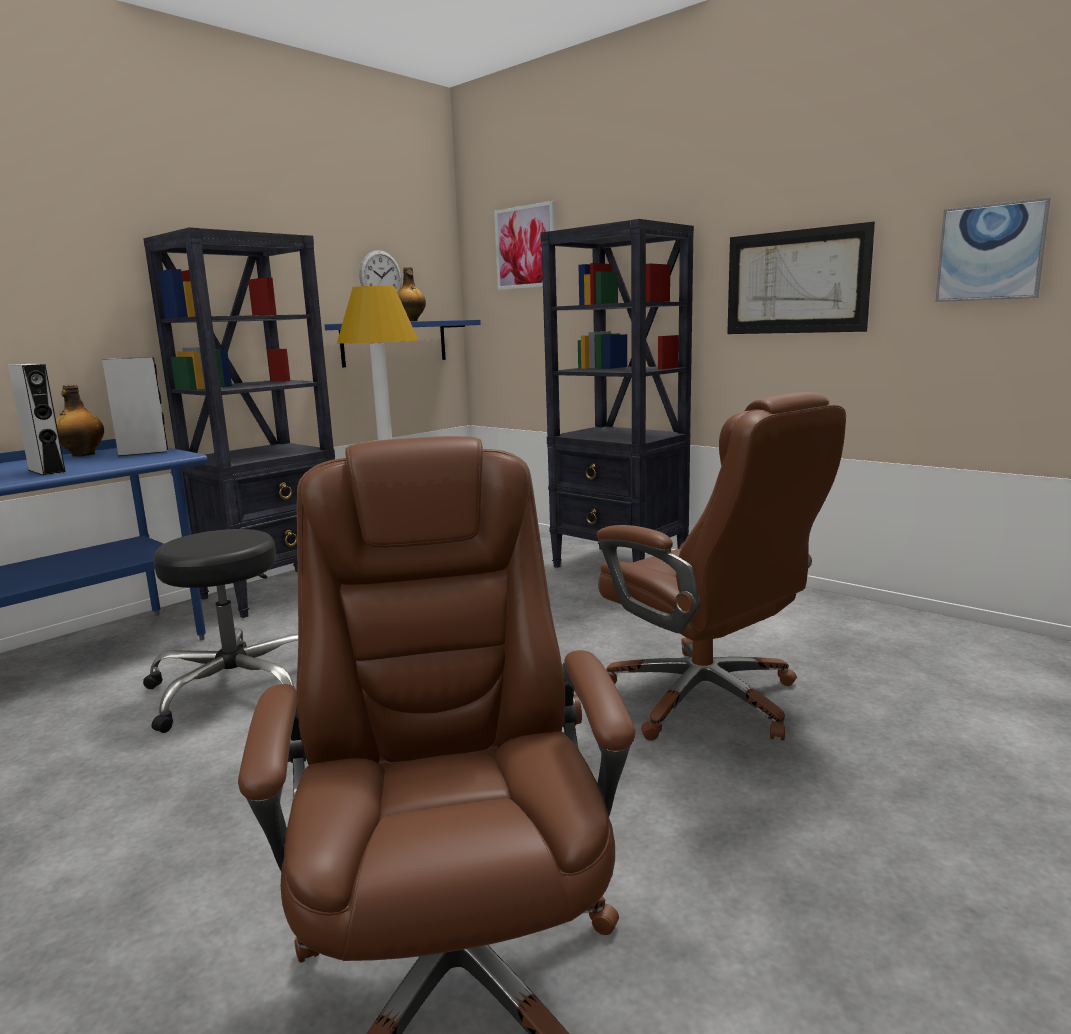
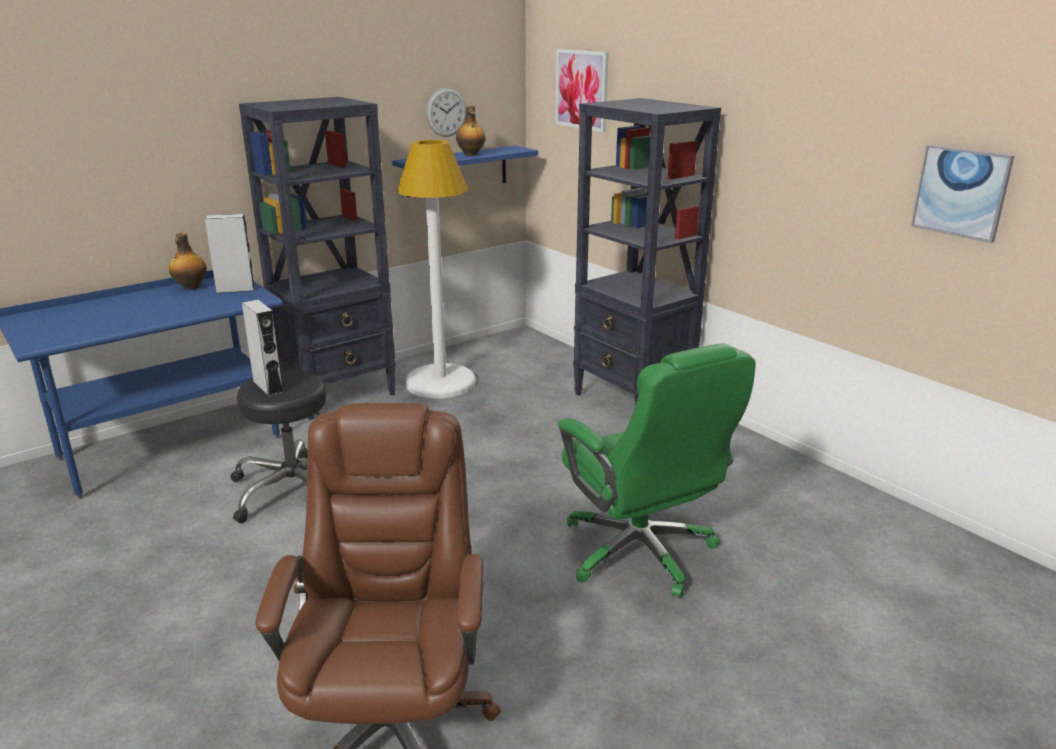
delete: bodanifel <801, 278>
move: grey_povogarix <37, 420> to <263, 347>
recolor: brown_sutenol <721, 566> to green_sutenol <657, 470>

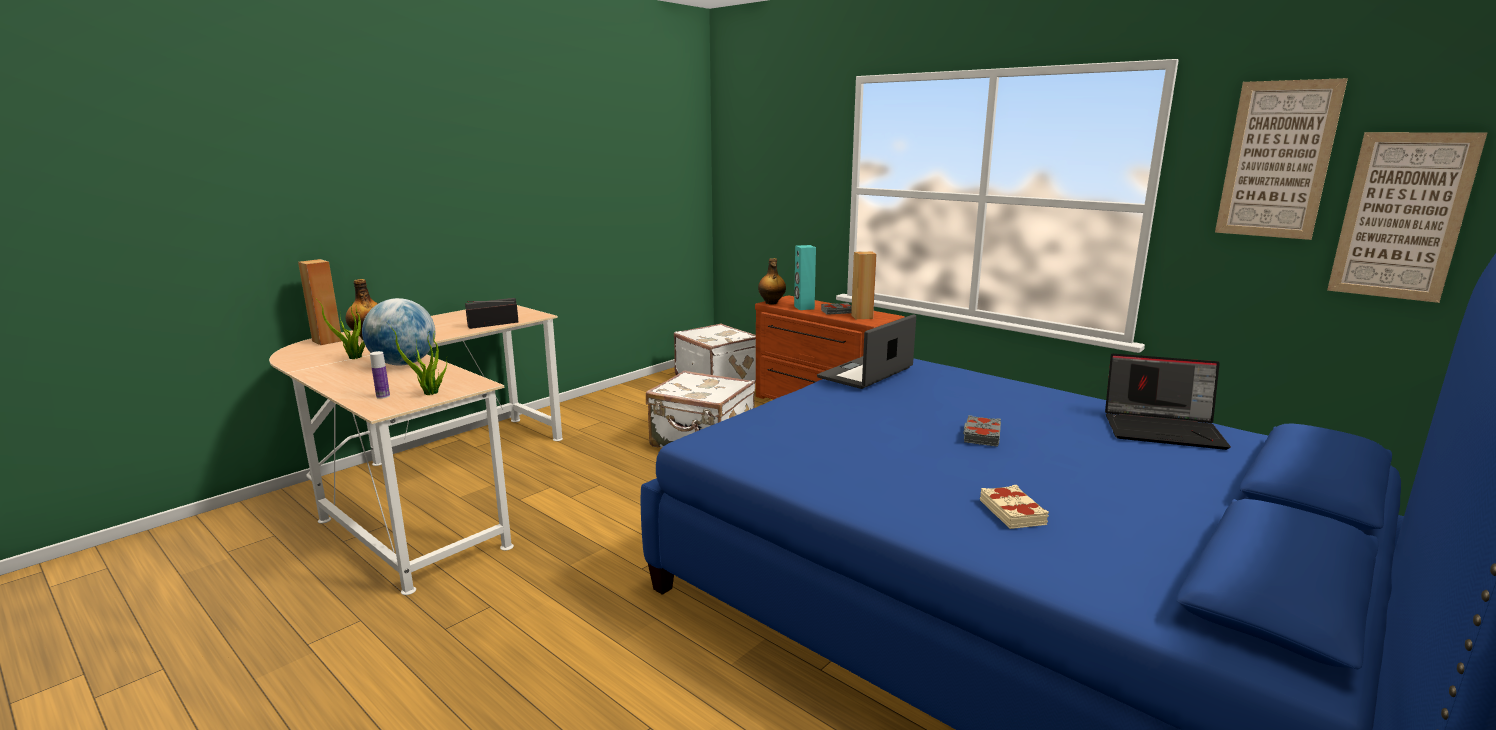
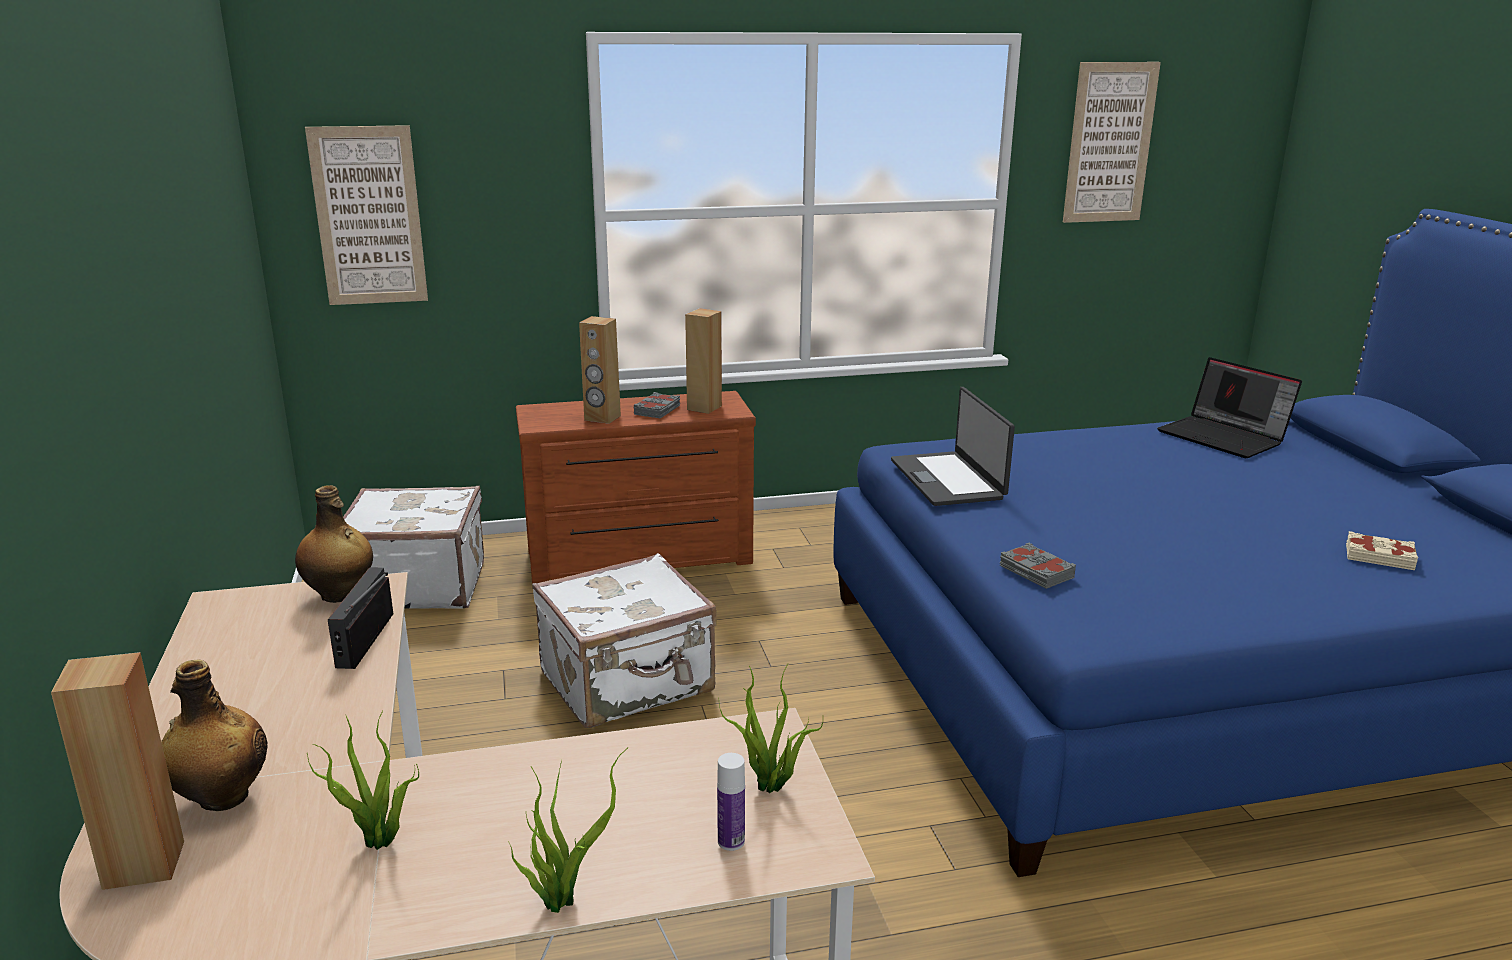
delete: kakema <398, 331>
insert: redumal <568, 830>
move: bodanifel <1407, 217> to <366, 215>; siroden <772, 281> to <334, 544>; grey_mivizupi <982, 431> to <1038, 566>
recolor: turquoise_povogarix <805, 277> to brown_povogarix <600, 370>
rotate: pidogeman <1168, 402> = <1229, 407> 90 degrees clockwise

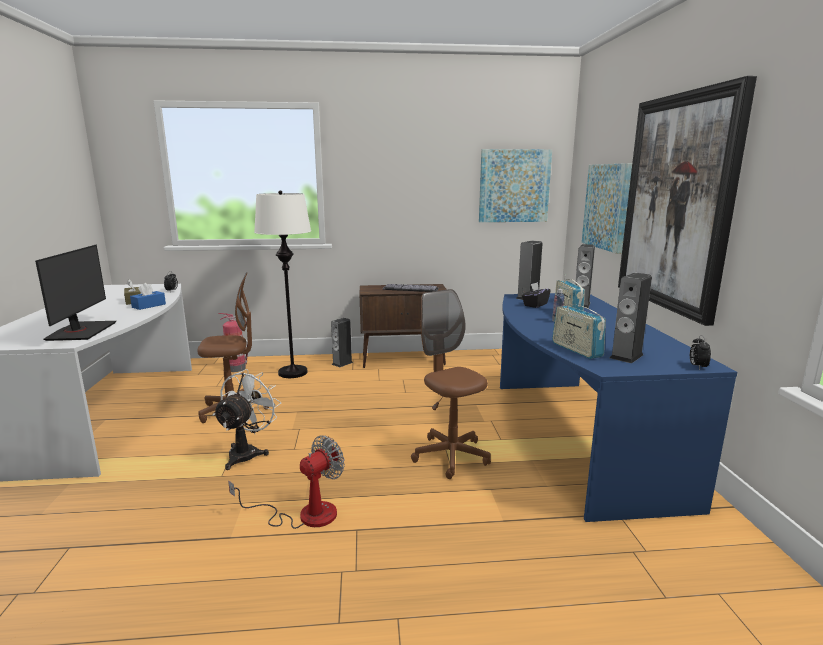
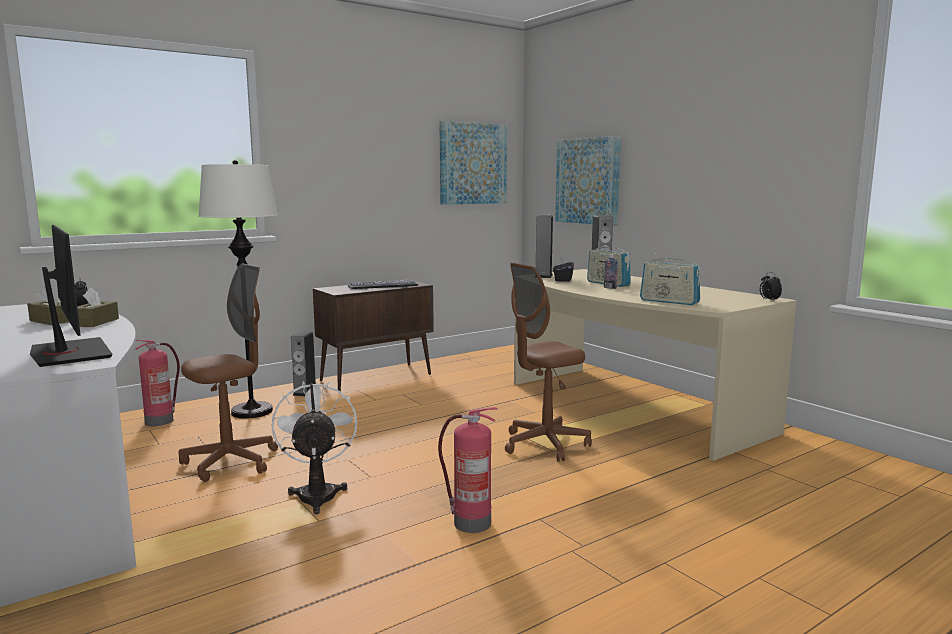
delete: bodanifel <687, 201>; povogarix <631, 318>
replace: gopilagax <286, 482> to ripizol <467, 470>
recolor: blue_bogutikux <148, 296> to brown_bogutikux <98, 307>; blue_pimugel <618, 407> to beige_pimugel <655, 365>
rotate: brown_sutenol <451, 384> = <548, 362> 60 degrees counterclockwise

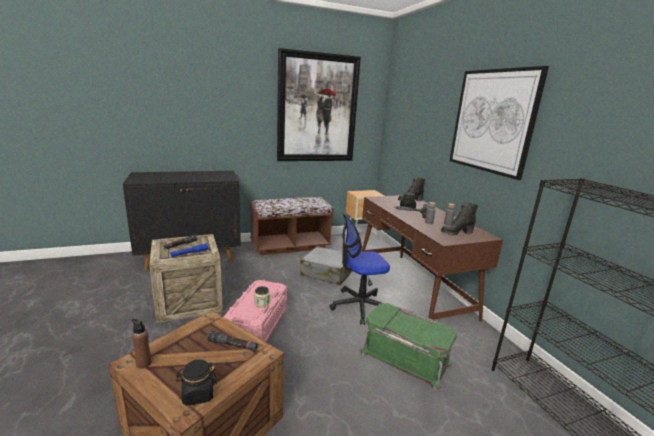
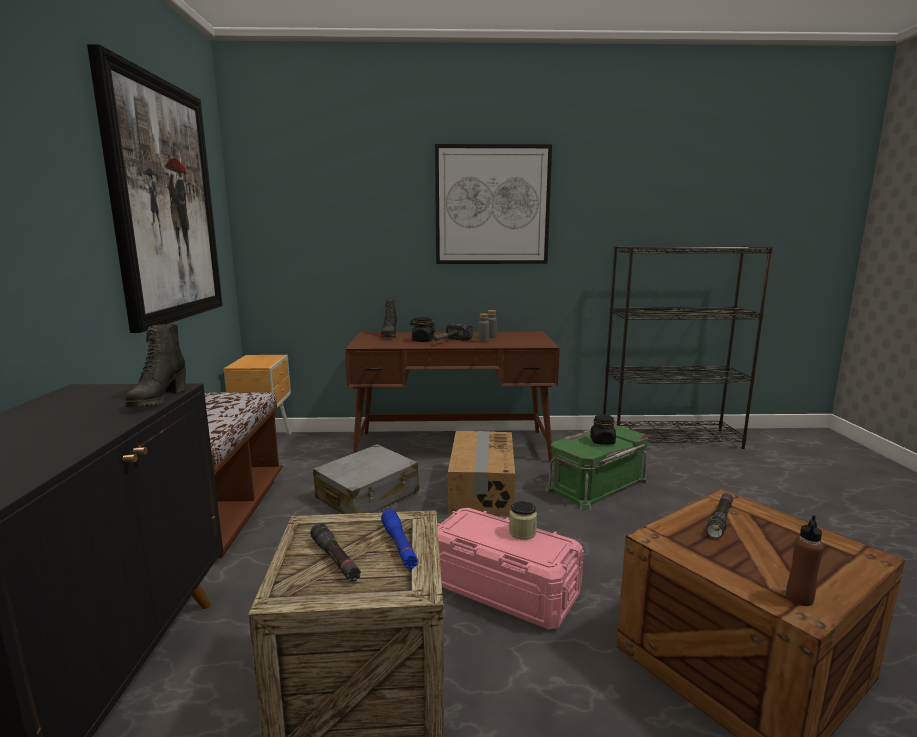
move: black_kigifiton <459, 219> to <155, 365>; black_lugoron <196, 382> to <603, 429>
replace: sutenol <360, 268> to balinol <481, 473>

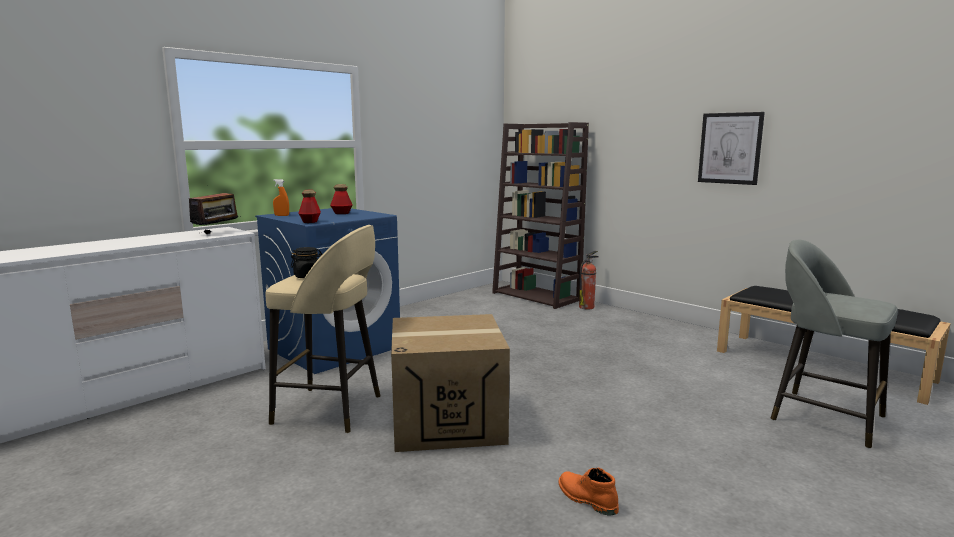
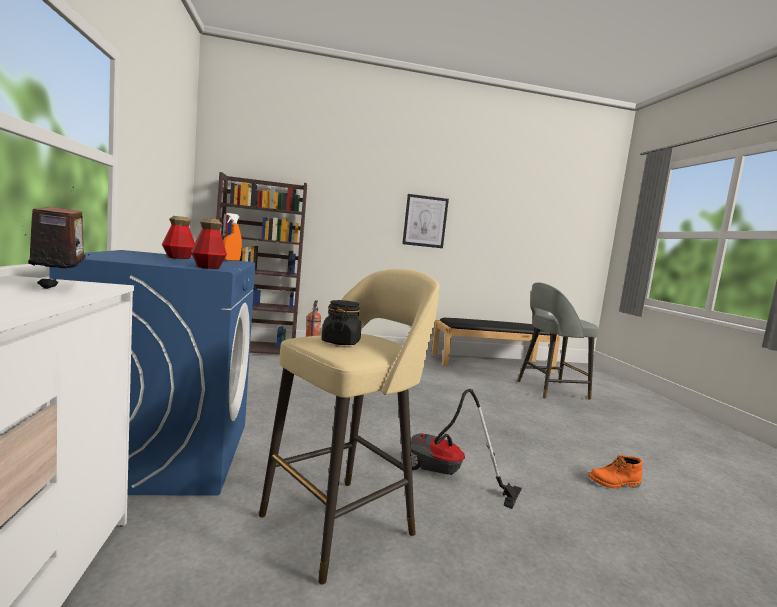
move: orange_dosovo <281, 197> to <232, 237>
replace: balinol <450, 383> to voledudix <461, 449>

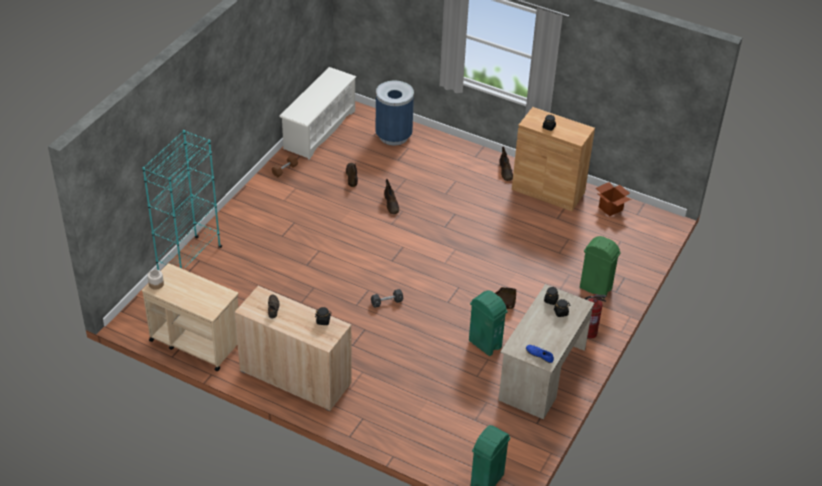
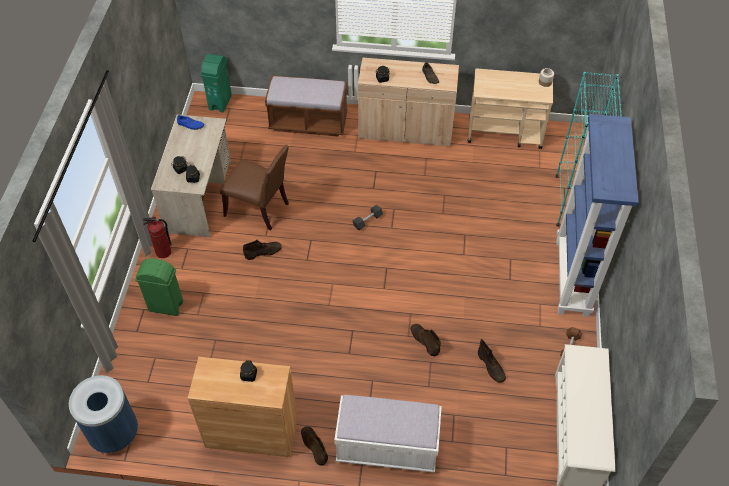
delete: balinol <613, 199>
insert: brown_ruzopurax <306, 106>; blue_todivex <597, 215>; white_ruzopurax <388, 434>
move: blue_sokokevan <394, 113> to <103, 414>
replace: green_sokokevan <488, 323> to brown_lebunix <254, 188>

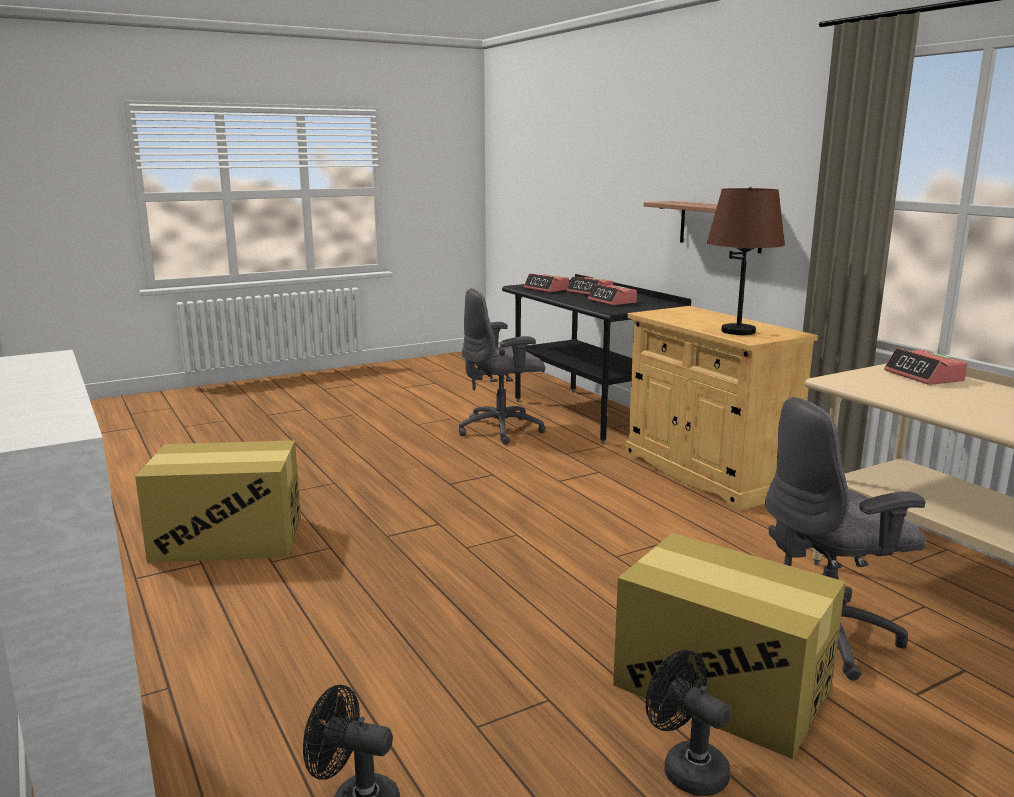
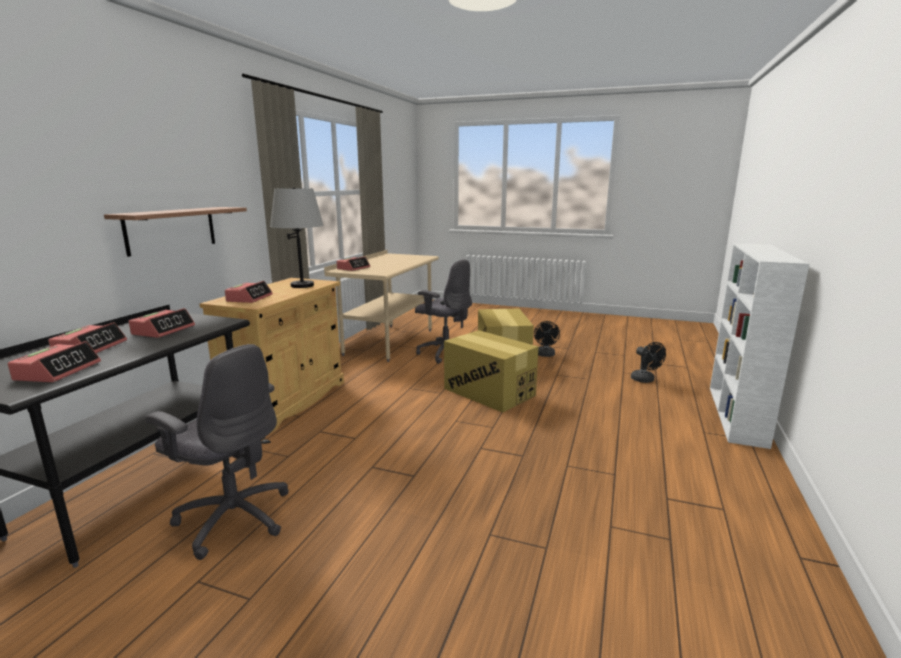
insert: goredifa <249, 292>
move: balinol <218, 501> to <491, 371>
recolor: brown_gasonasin <746, 261> to grey_gasonasin <297, 237>

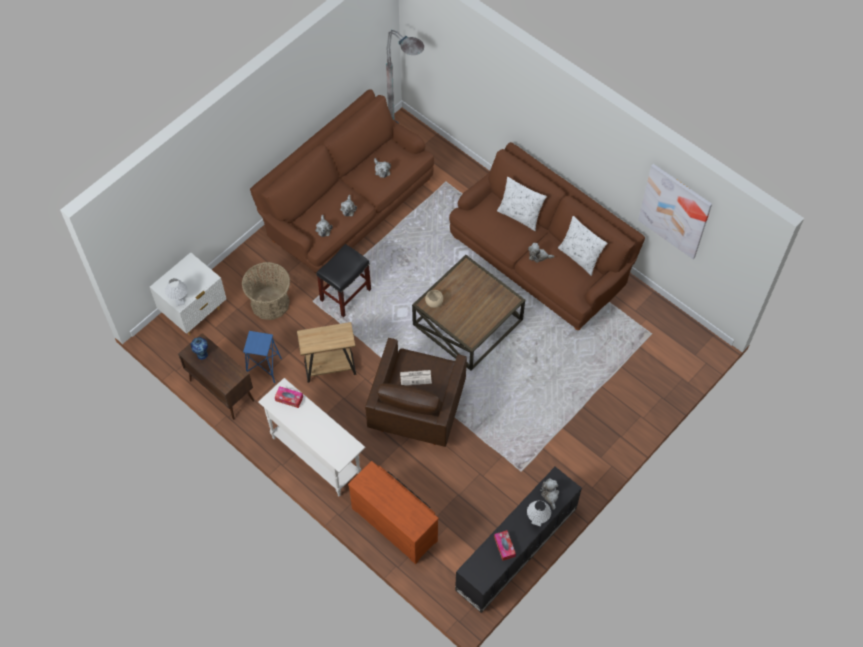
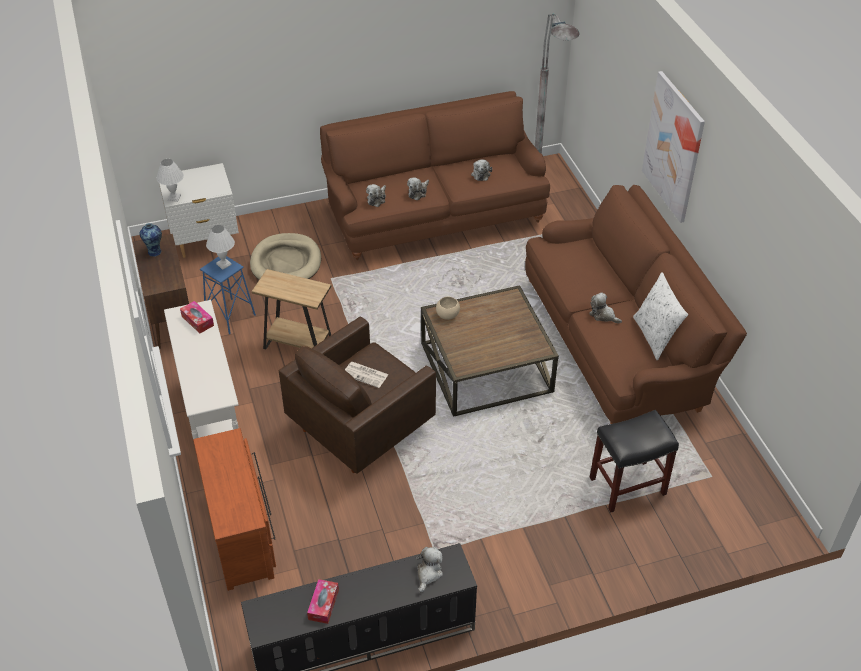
delete: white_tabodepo <522, 204>
move: bodanifel <675, 211> to <673, 147>; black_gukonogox <343, 280> to <634, 461>; white_gasonasin <539, 514> to <220, 247>
replace: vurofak <266, 291> to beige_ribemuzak <285, 256>

